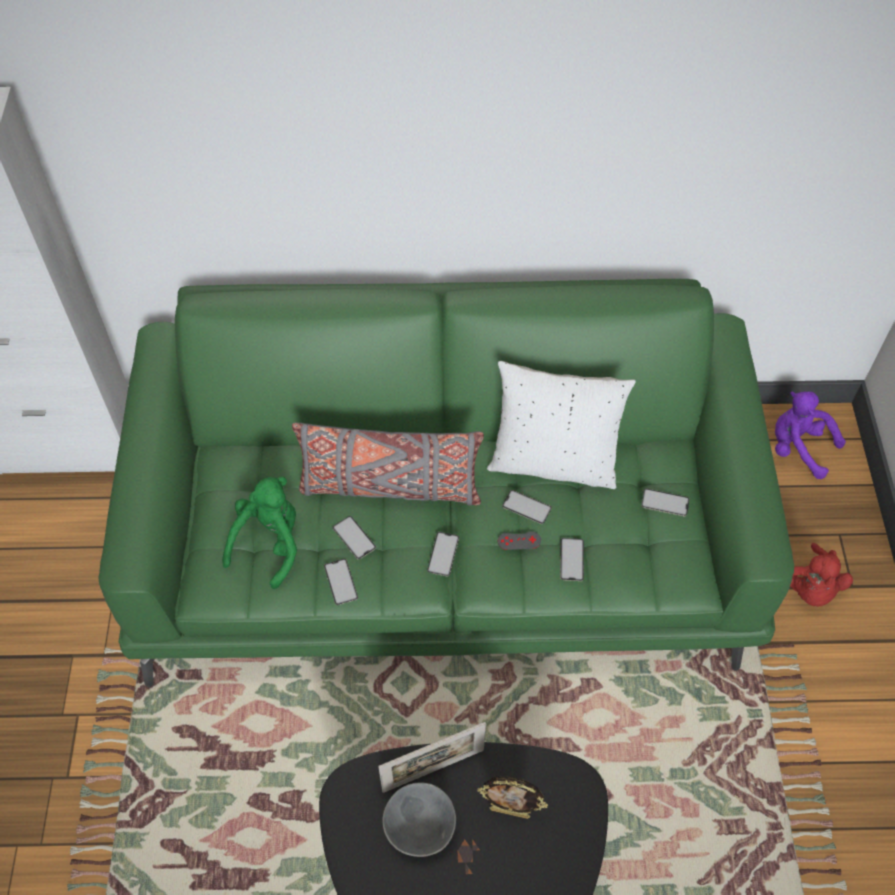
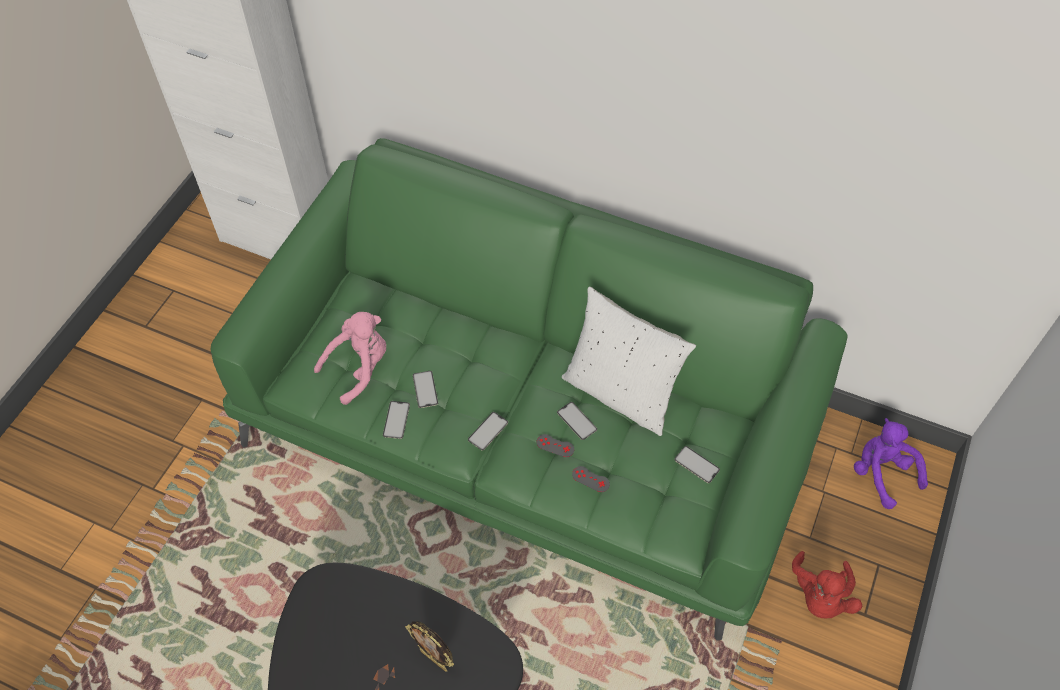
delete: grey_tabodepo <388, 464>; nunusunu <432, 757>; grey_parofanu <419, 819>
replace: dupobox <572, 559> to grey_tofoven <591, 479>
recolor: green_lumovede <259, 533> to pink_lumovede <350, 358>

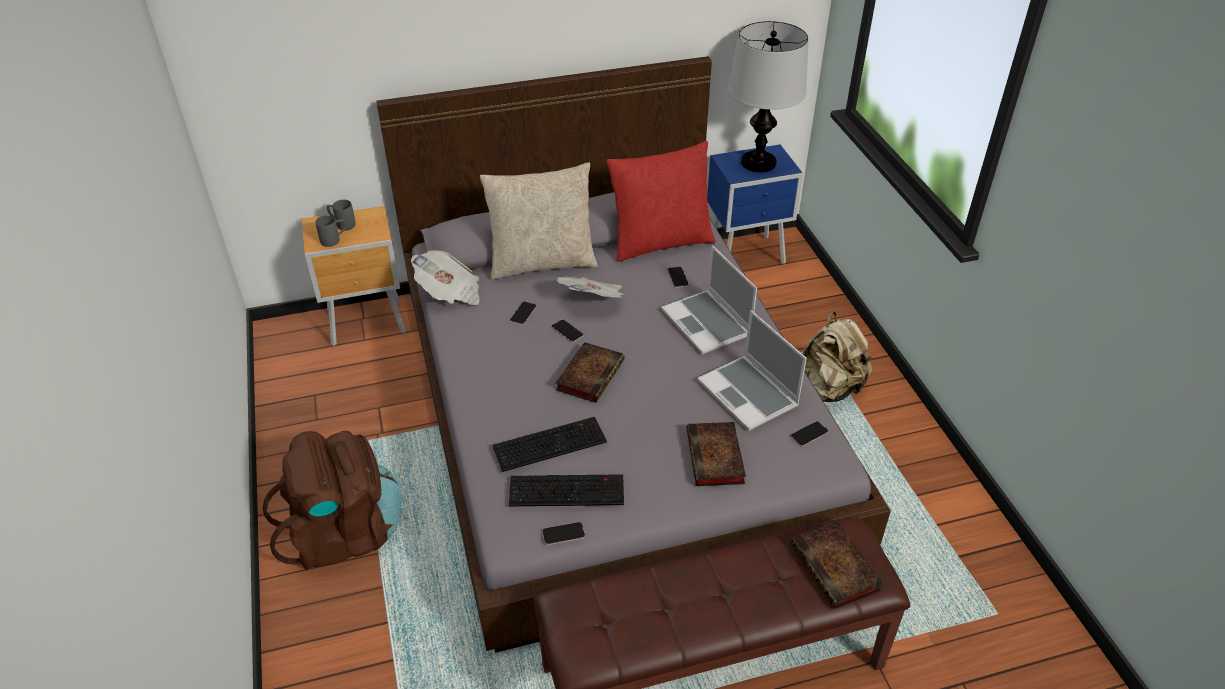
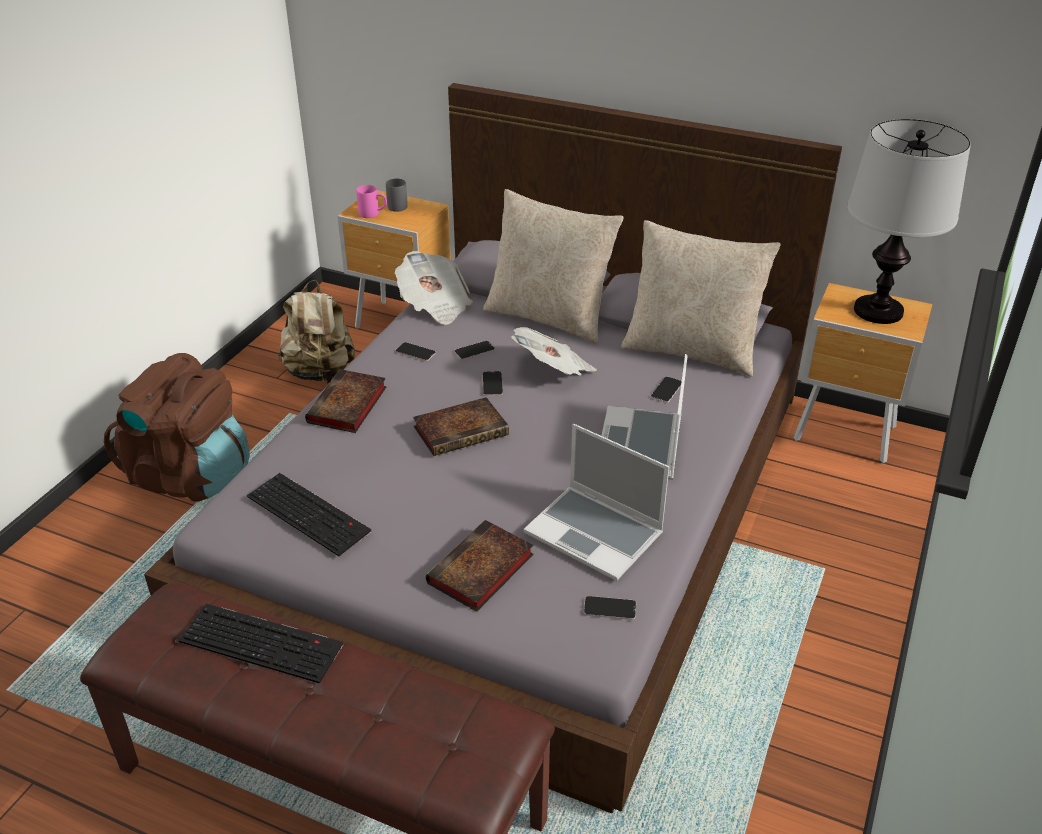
move: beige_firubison <837, 356> to <316, 332>; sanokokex <549, 444> to <261, 644>; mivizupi <837, 565> to <346, 401>; dupobox <563, 533> to <415, 351>
recolor: red_tabodepo <660, 201> to beige_tabodepo <701, 298>; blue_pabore <755, 204> to brown_pabore <863, 373>; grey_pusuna <330, 231> to pink_pusuna <371, 201>
rotate: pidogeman <752, 370> = <596, 502> 60 degrees counterclockwise

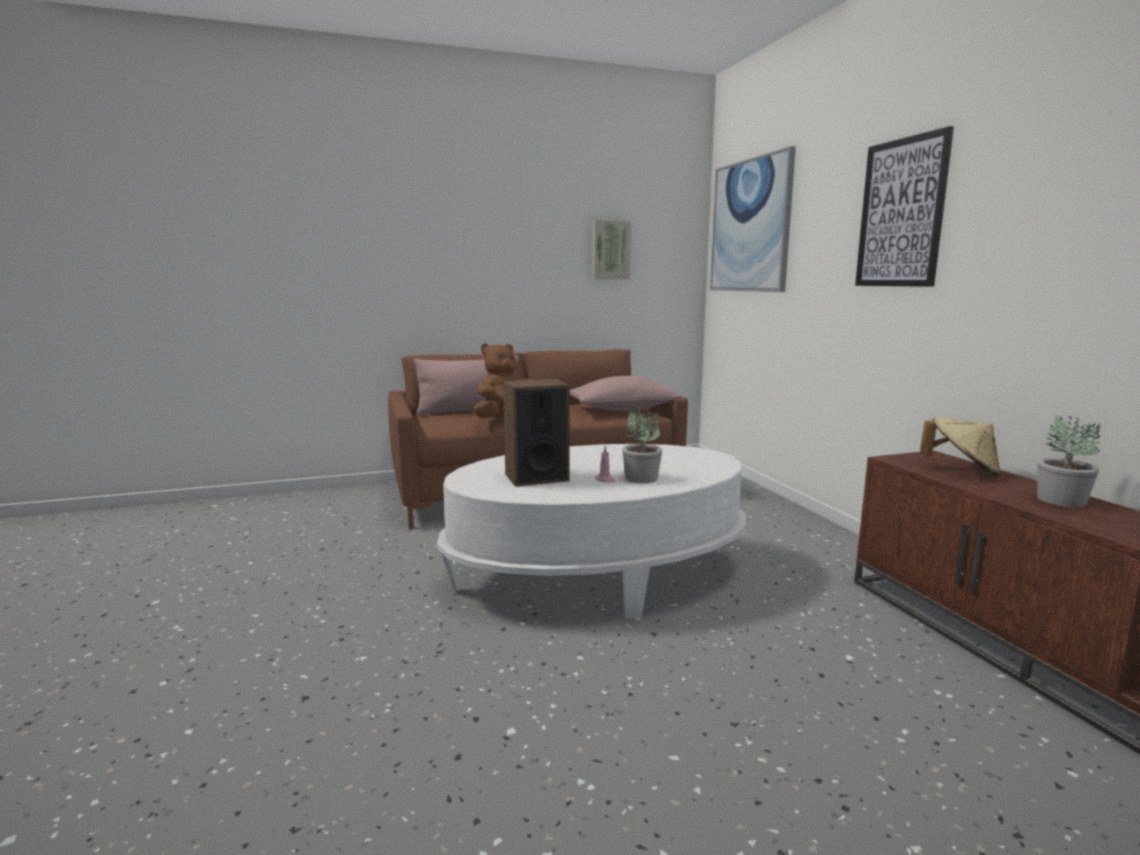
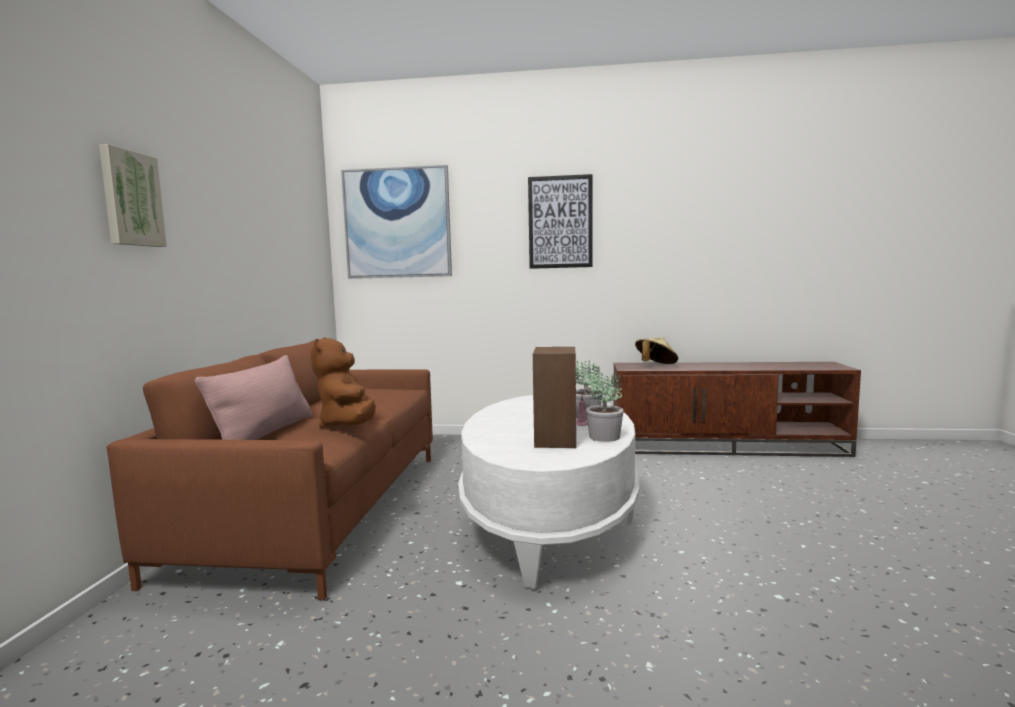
delete: pink_tabodepo <626, 393>
move: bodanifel <611, 249> to <133, 195>; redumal <1069, 460> to <605, 407>

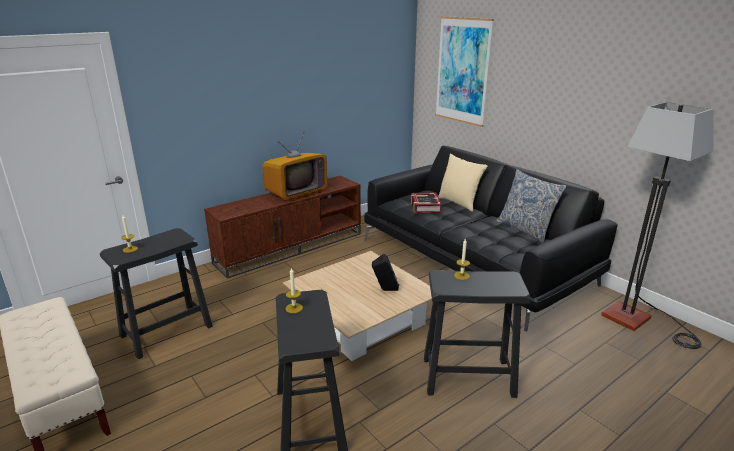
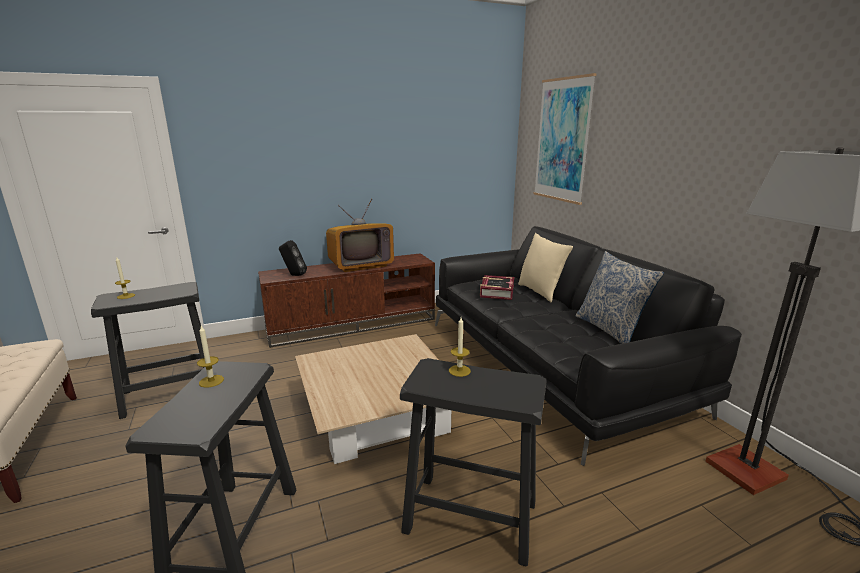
move: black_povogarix <385, 272> to <293, 258>

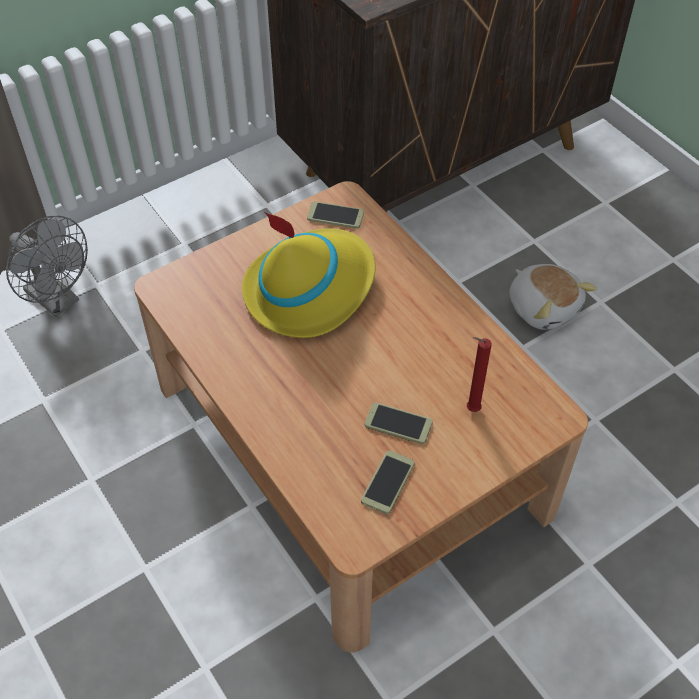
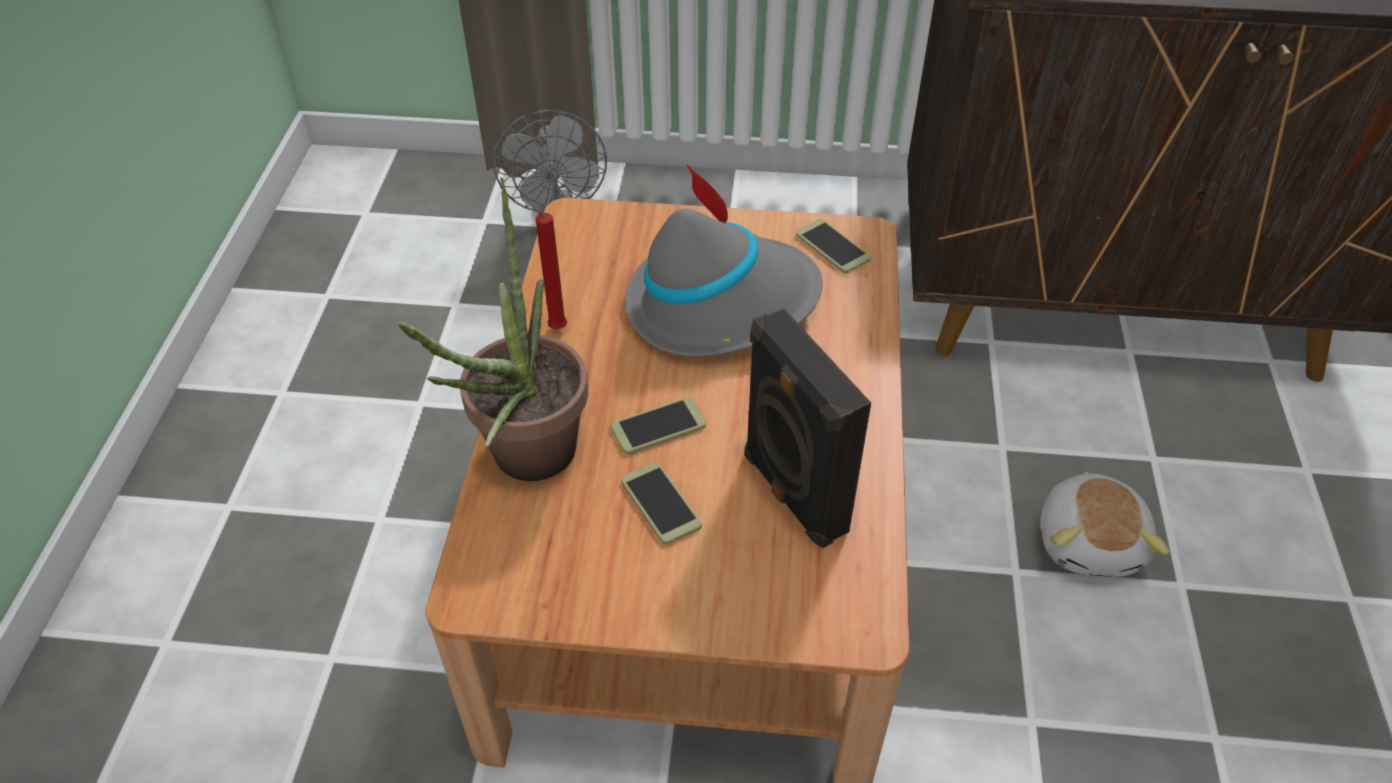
insert: redumal <492, 329>; black_povogarix <807, 428>
move: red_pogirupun <479, 374> to <547, 264>; dupobox <388, 482> to <658, 425>
recolor: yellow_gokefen <309, 275> to grey_gokefen <724, 260>

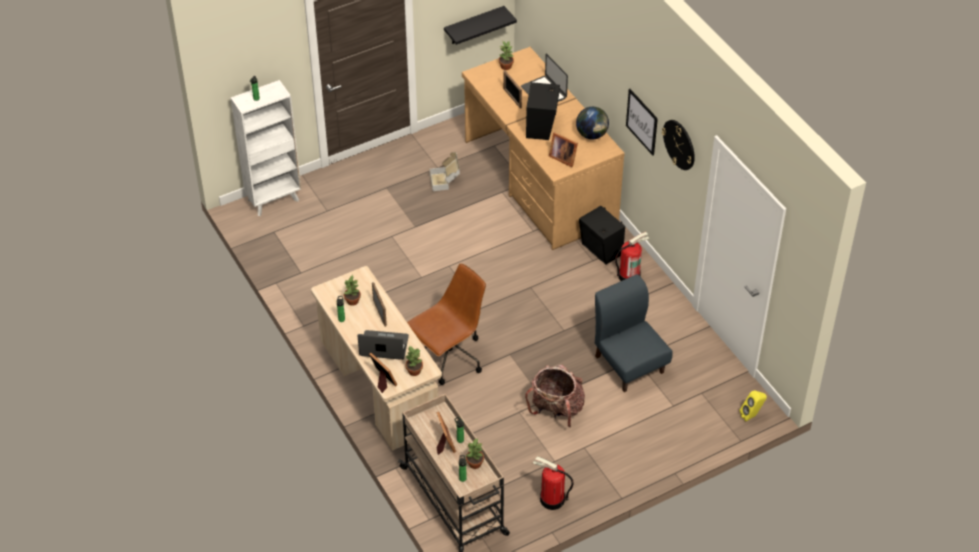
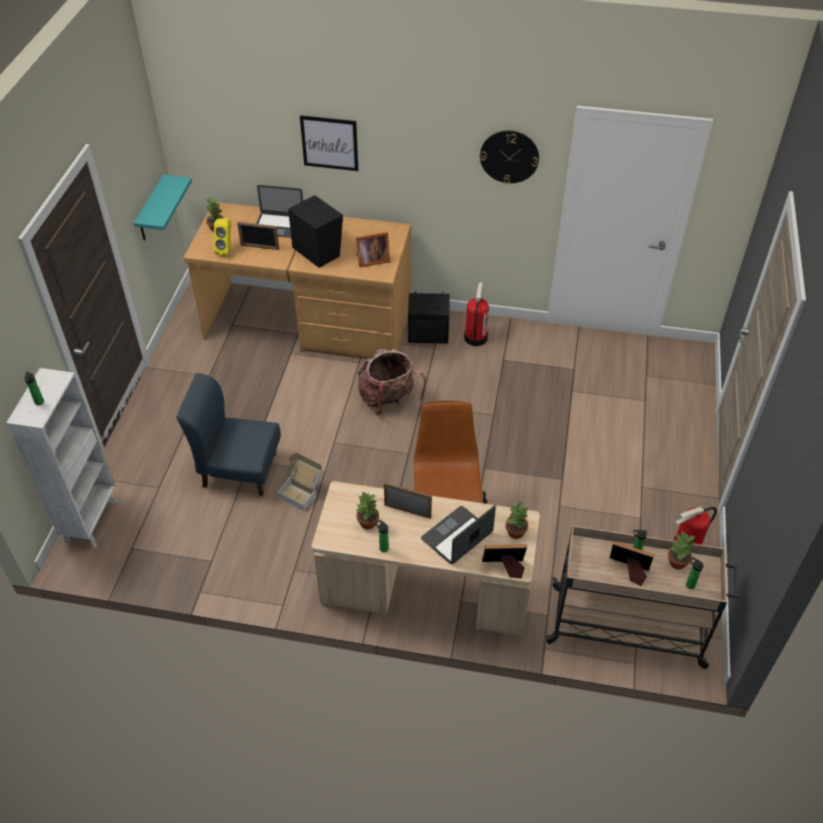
delete: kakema <592, 123>
move: bodanifel <642, 122> to <329, 143>; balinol <445, 171> to <299, 481>; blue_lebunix <633, 333> to <228, 434>; firubison <555, 396> to <392, 382>; yellow_povogarix <753, 406> to <222, 237>
recolor: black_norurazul <480, 25> to turquoise_norurazul <163, 207>

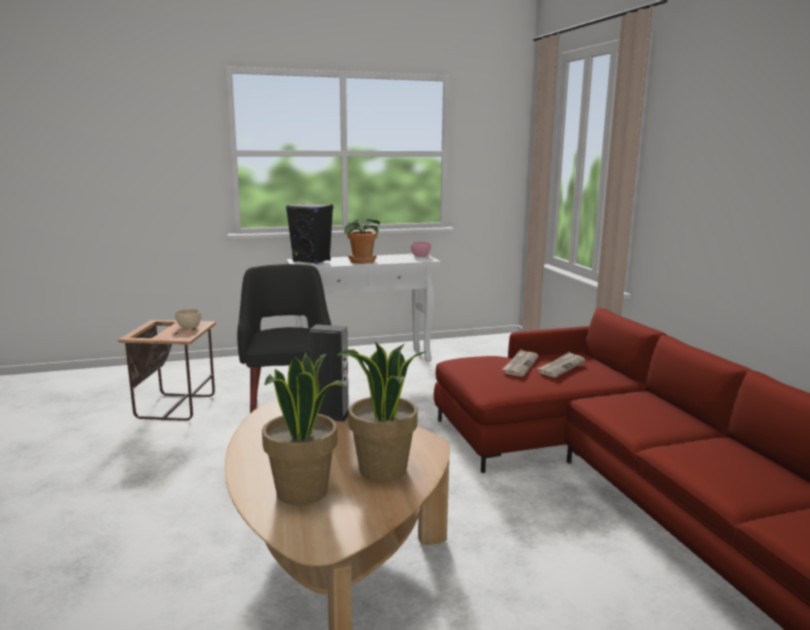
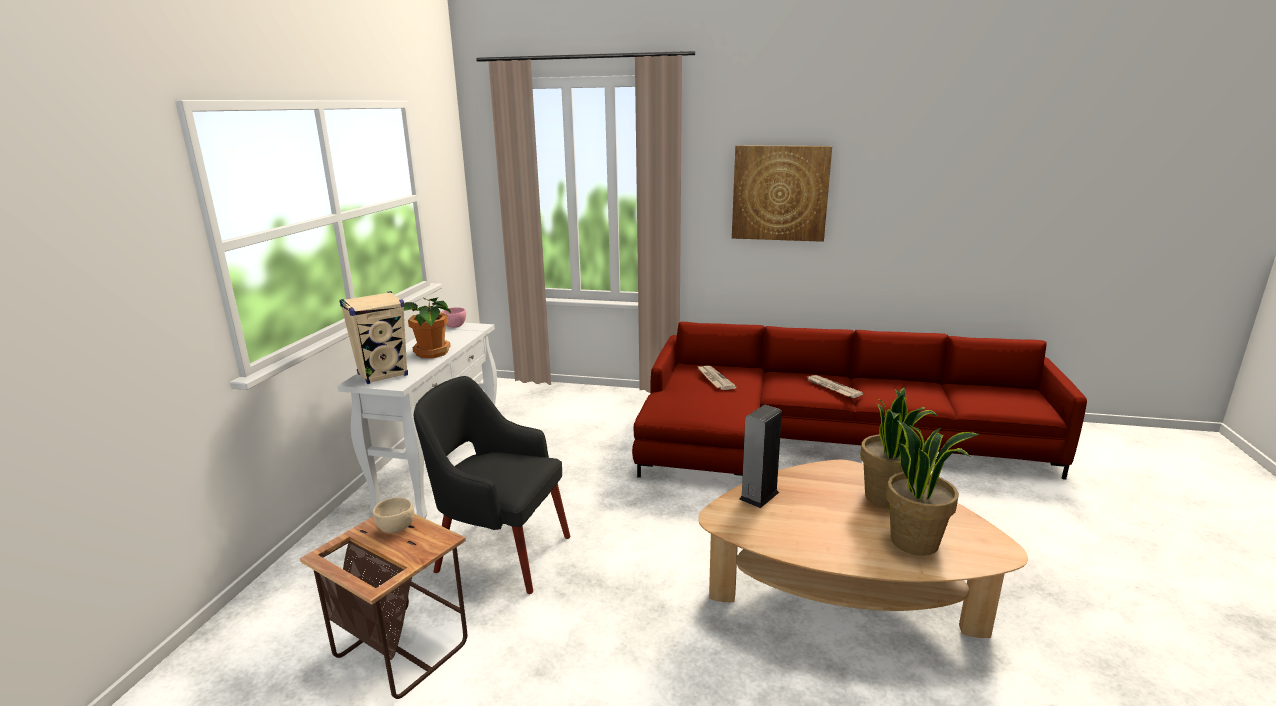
insert: bodanifel <782, 193>
move: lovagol <520, 363> to <835, 386>
recolor: black_povogarix <309, 233> to beige_povogarix <374, 337>

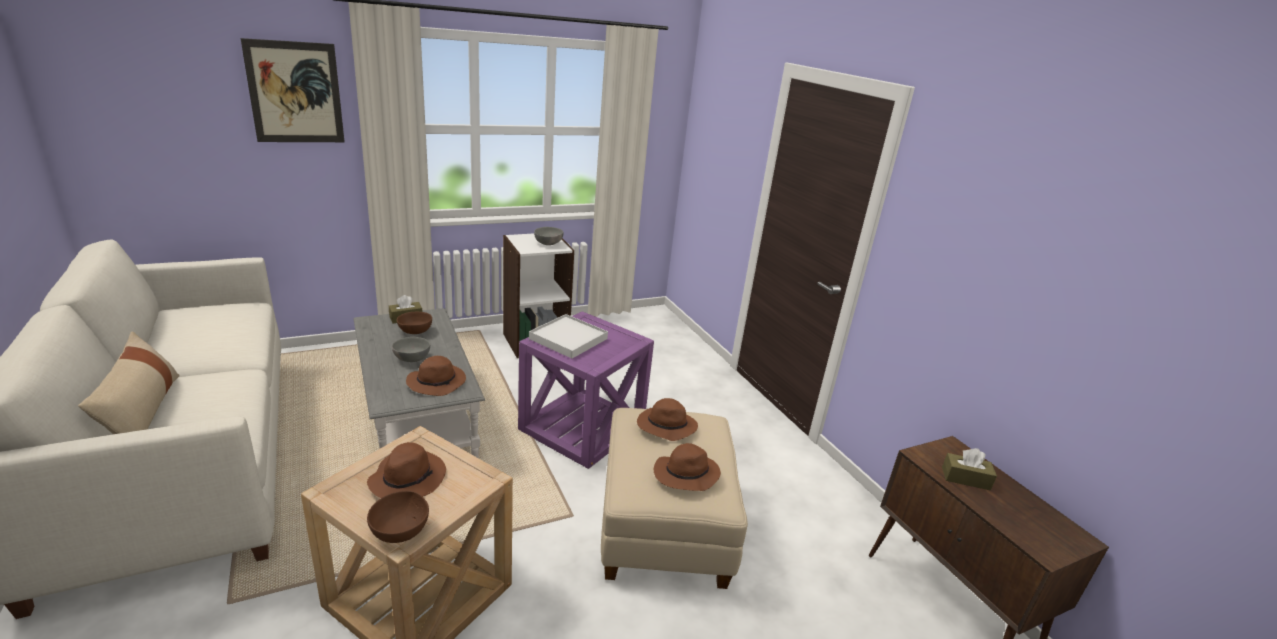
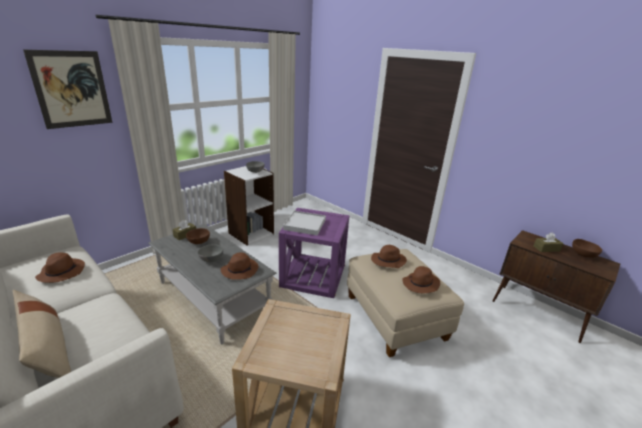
move: brown_gokefen <406, 470> to <60, 267>; brown_parofanu <398, 517> to <587, 248>

